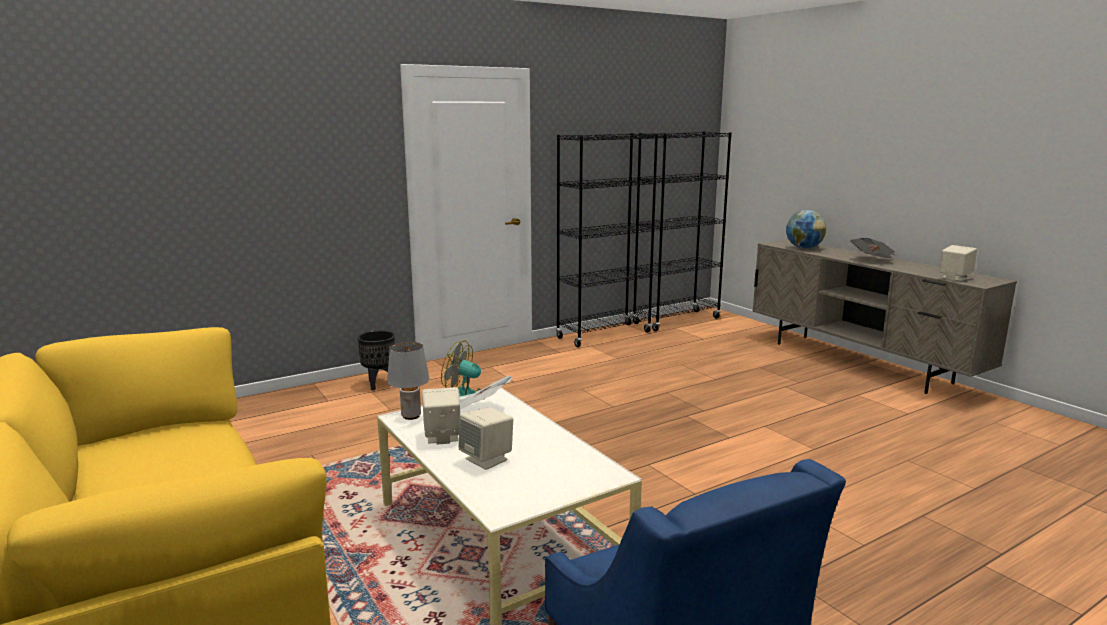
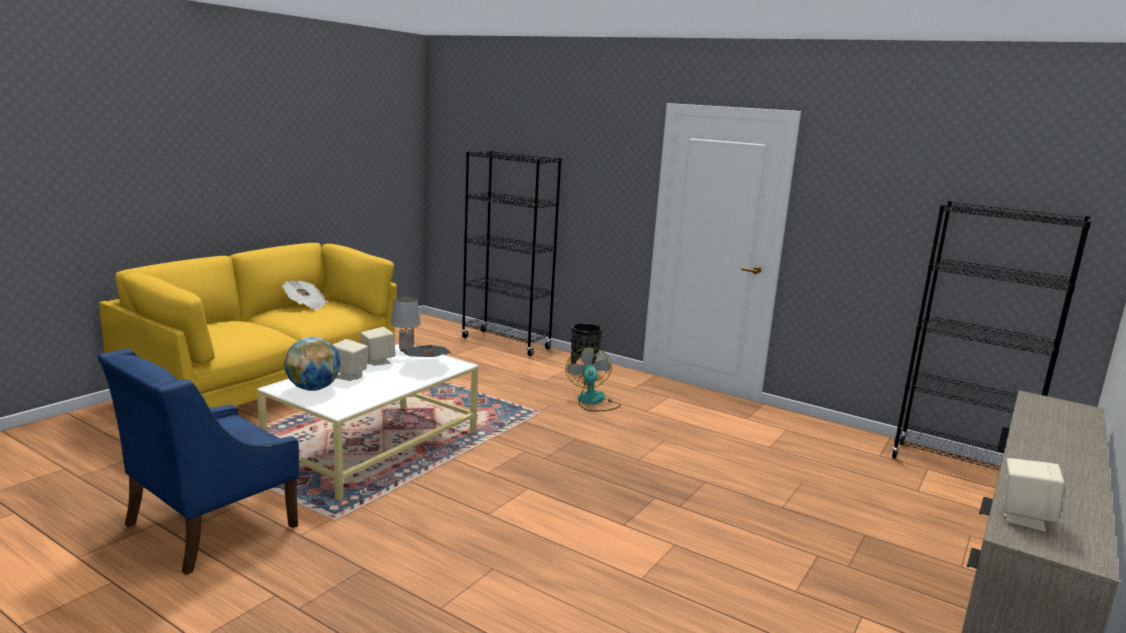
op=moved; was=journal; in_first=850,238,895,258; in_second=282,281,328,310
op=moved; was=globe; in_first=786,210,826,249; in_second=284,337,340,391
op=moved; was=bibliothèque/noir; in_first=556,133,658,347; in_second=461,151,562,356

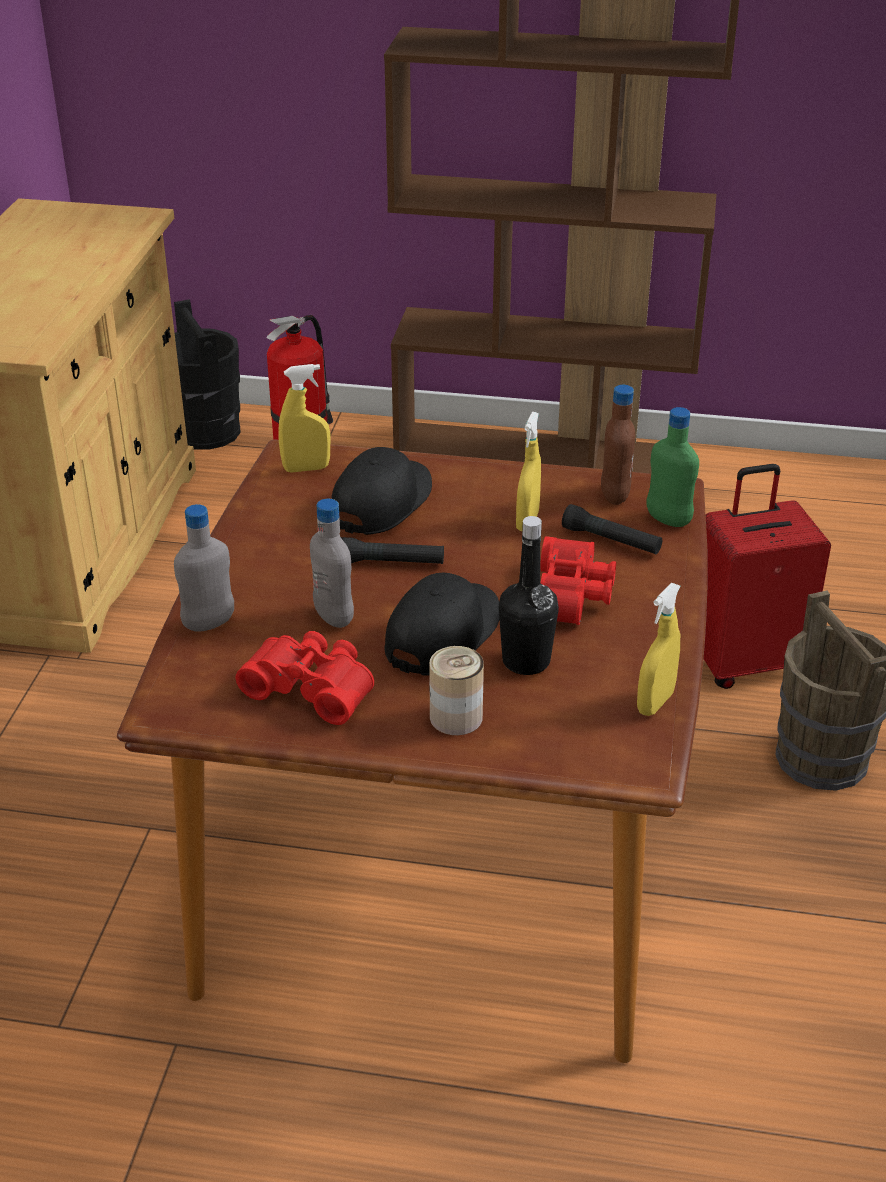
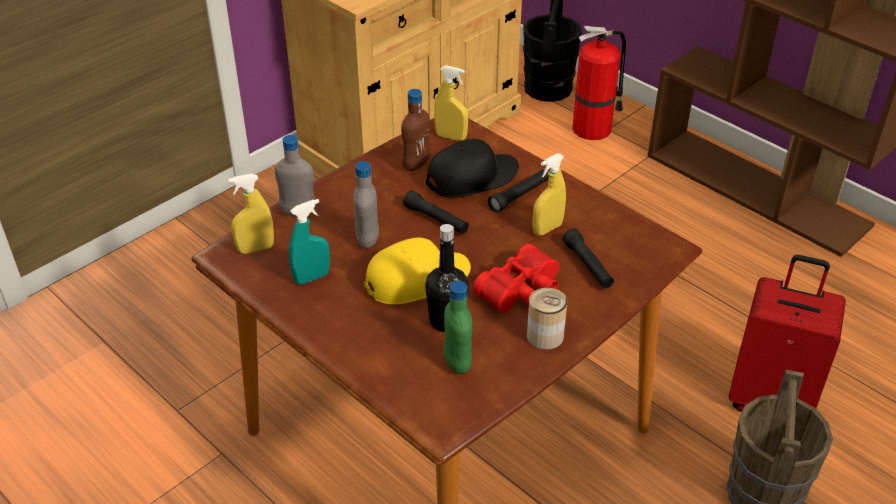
op=moved; was=vaporisateur/jaune; in_first=637,583,680,716; in_second=228,174,274,254
op=replaced; was=jumelles/rouge; now=vaporisateur/turquoise; in_first=236,631,374,725; in_second=289,199,330,285
op=recoloured; was=casquette/noir; now=casquette/jaune; in_first=384,573,499,676; in_second=364,237,471,305
op=moved; was=bouteille/marron; in_first=601,385,635,505; in_second=401,89,430,171
op=moved; was=bouteille/vert; in_first=647,407,699,527; in_second=444,281,472,374
op=added; now=lampe de poche/noir; in_second=488,170,549,213
op=moved; was=boîte métallique; in_first=429,646,484,735; in_second=527,288,567,350

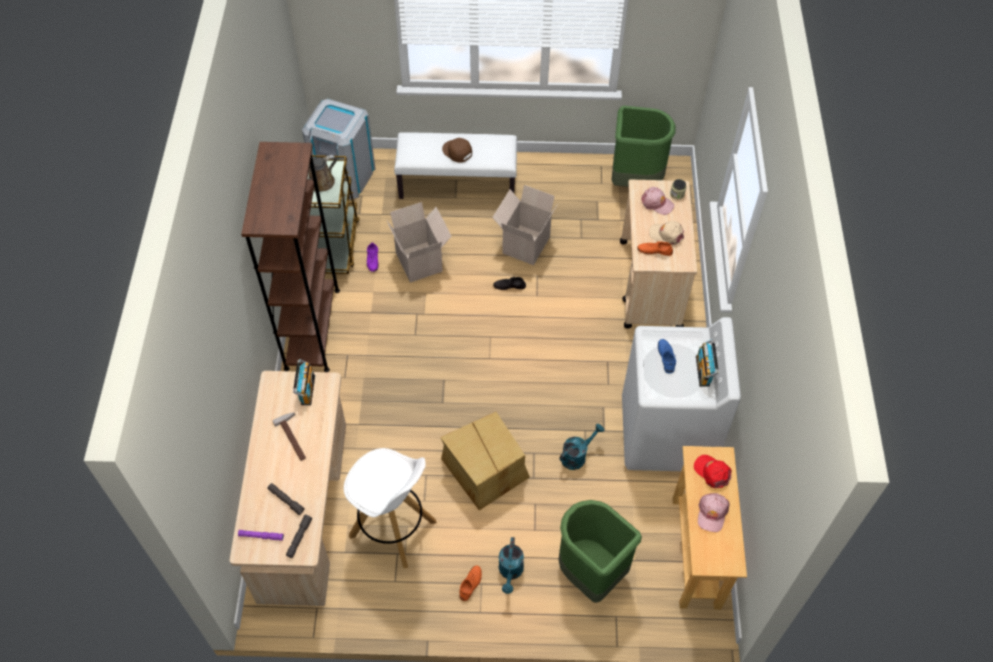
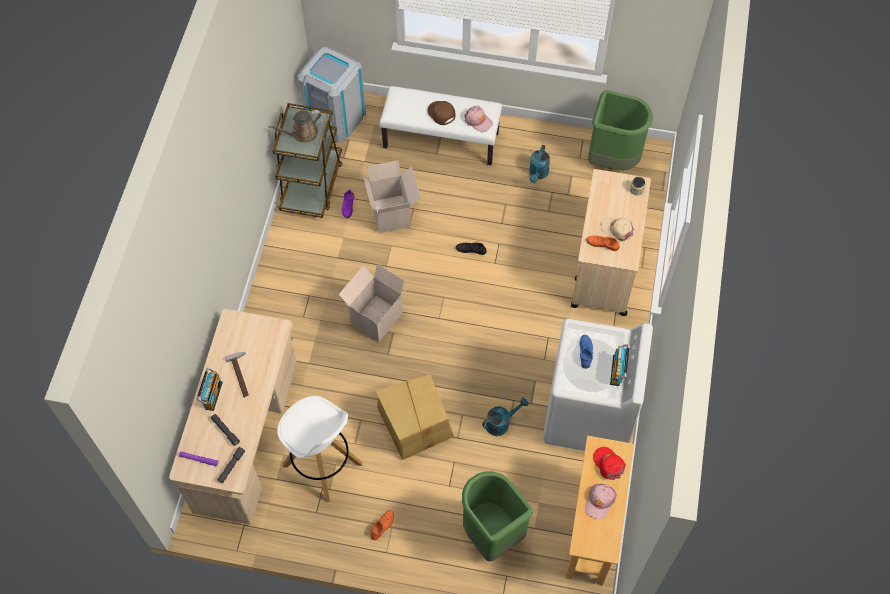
op=moved; was=radio; in_first=293,359,315,405; in_second=197,368,223,411
op=moved; was=carton; in_first=492,185,558,265; in_second=339,264,406,342
op=moved; was=casquette/rose; in_first=641,187,674,215; in_second=465,106,493,132
op=moved; was=arrosoir/turquoise; in_first=499,537,524,594; in_second=529,145,550,183
op=removed; was=bibliothèque/marron; in_first=241,142,340,372

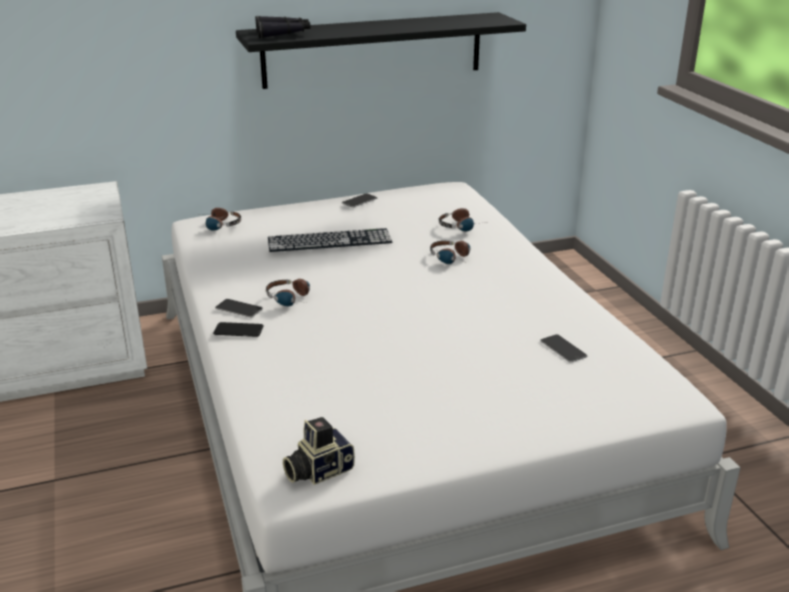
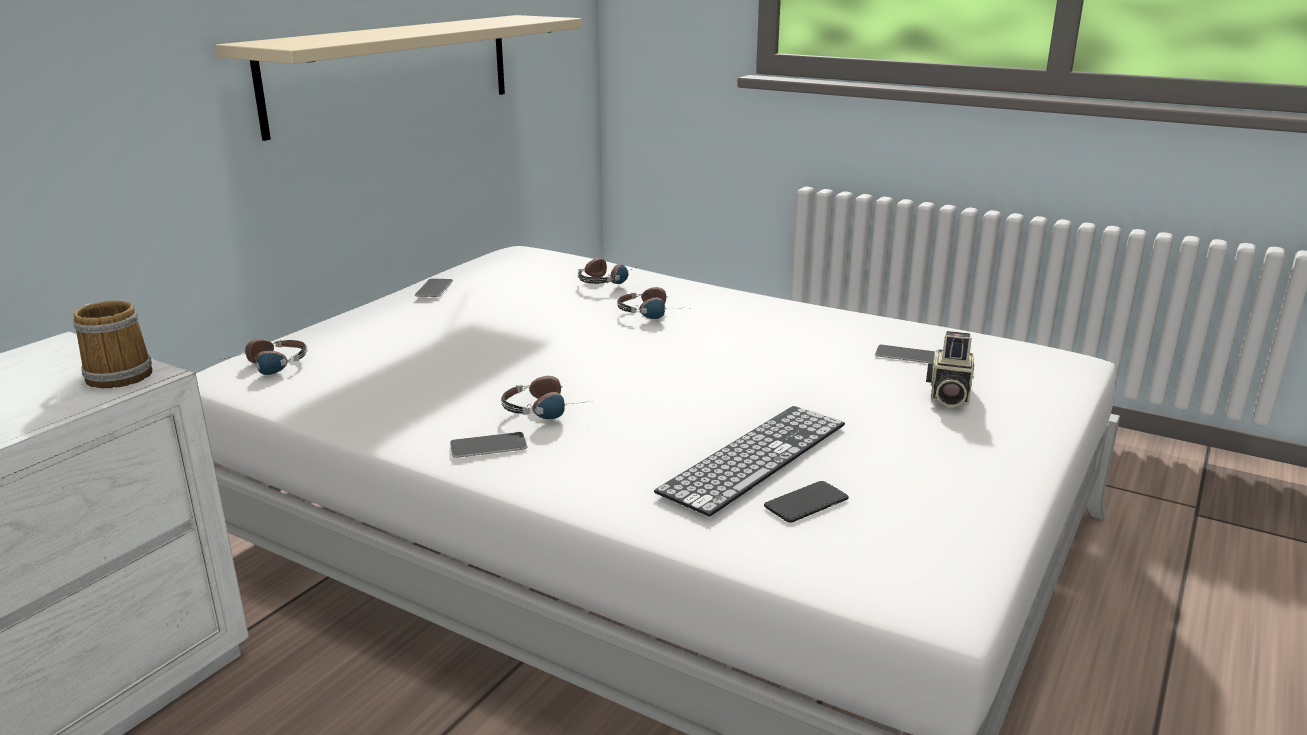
op=added; now=mug; in_second=73,300,152,388
op=recoloured; was=étagère/noir; now=étagère/beige; in_first=236,12,526,89; in_second=216,15,582,141
op=moved; was=clavier; in_first=268,228,392,252; in_second=654,406,845,517
op=moved; was=téléphone; in_first=213,322,264,337; in_second=764,481,849,522
op=moved; was=appareil photo; in_first=283,417,355,485; in_second=926,331,974,407
op=removed; was=jumelles/noir; in_first=255,16,311,38

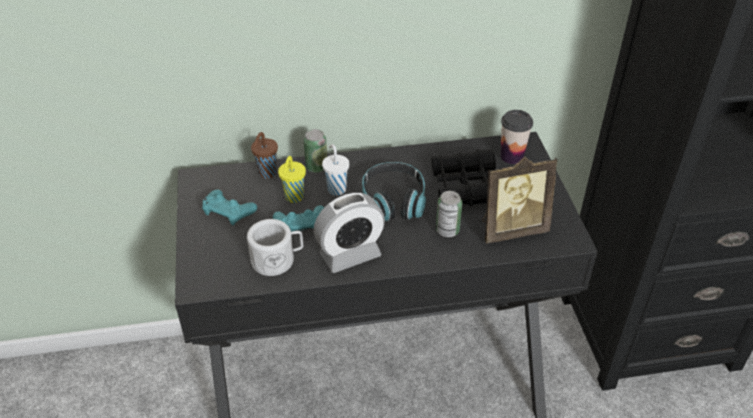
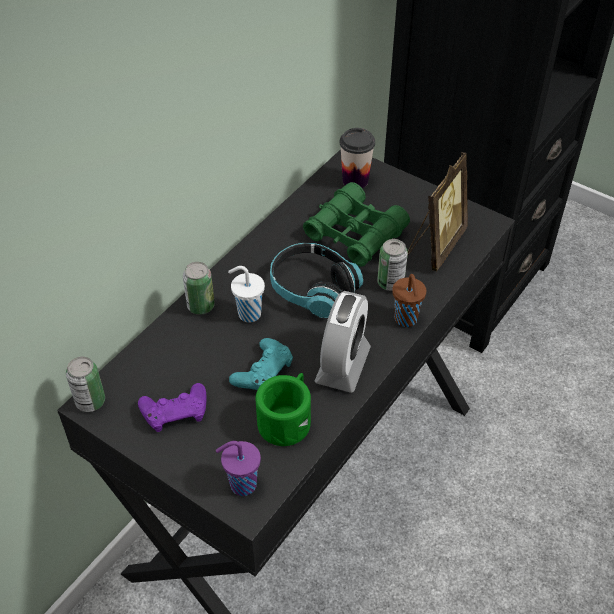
op=added; now=boîte métallique; in_second=66,357,105,412
op=recoloured; was=manette/turquoise; now=manette/violet; in_first=202,190,257,225; in_second=138,383,207,432
op=added; now=tasse/violet; in_second=216,441,261,496
op=recoloured; was=mug/blanc; now=mug/vert; in_first=247,219,303,276; in_second=255,373,311,446
op=recoloured; was=jumelles/noir; now=jumelles/vert; in_first=431,149,496,206; in_second=303,182,410,267
op=moved; was=tasse/marron; in_first=251,132,278,179; in_second=393,274,426,327
op=removed; was=tasse/jaune; in_first=278,156,306,203

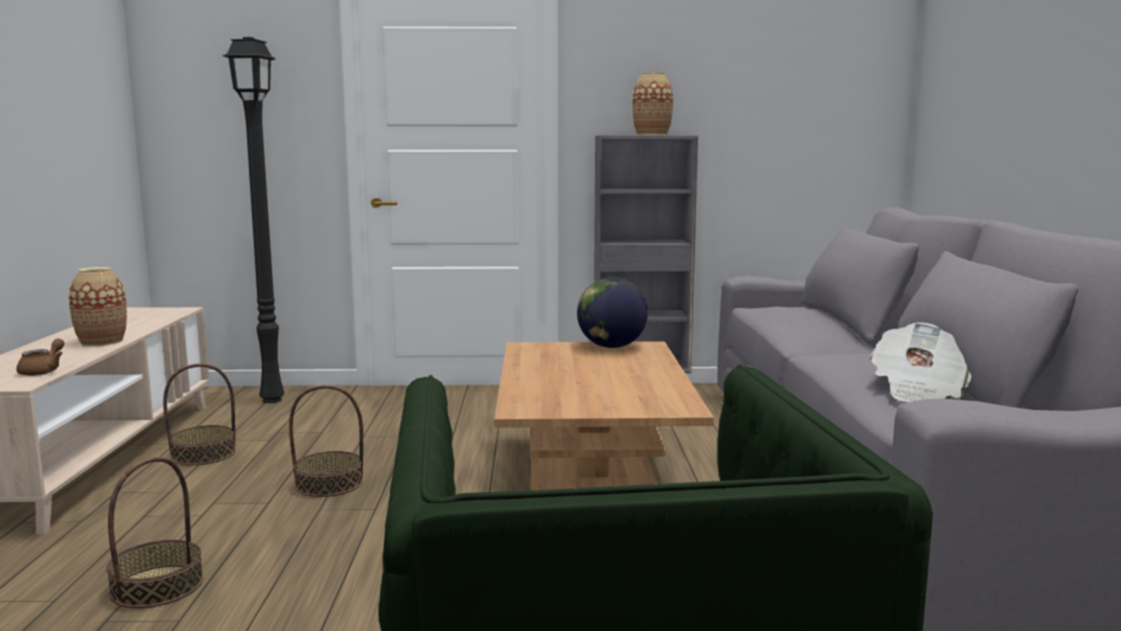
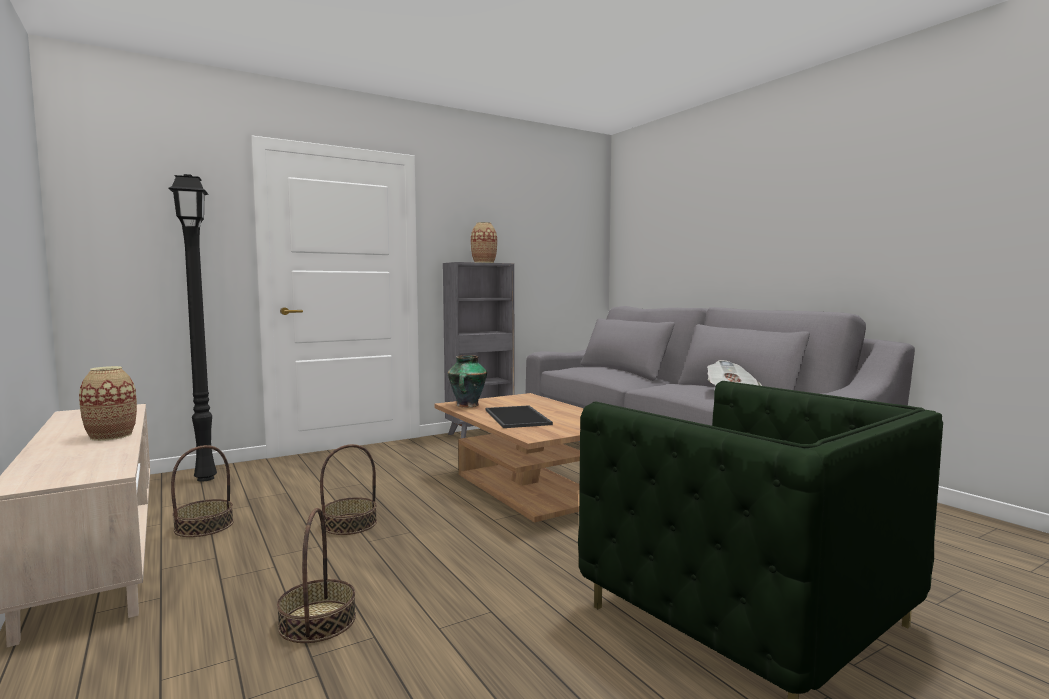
op=added; now=vase; in_second=447,355,487,407
op=added; now=plateau; in_second=485,405,553,428
op=removed; was=théière/marron; in_first=16,338,65,376
op=removed; was=globe; in_first=577,277,648,348

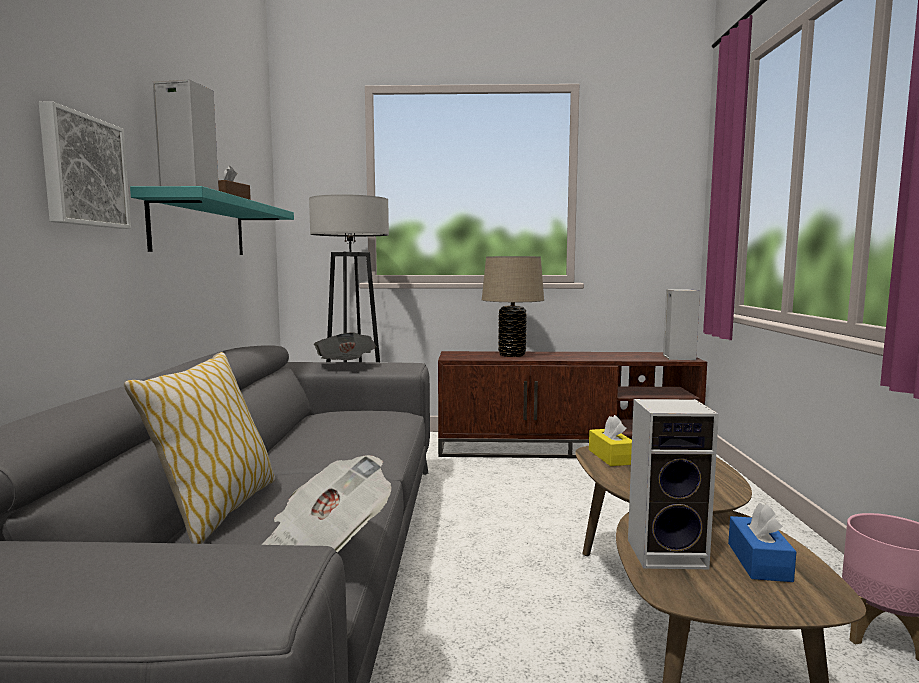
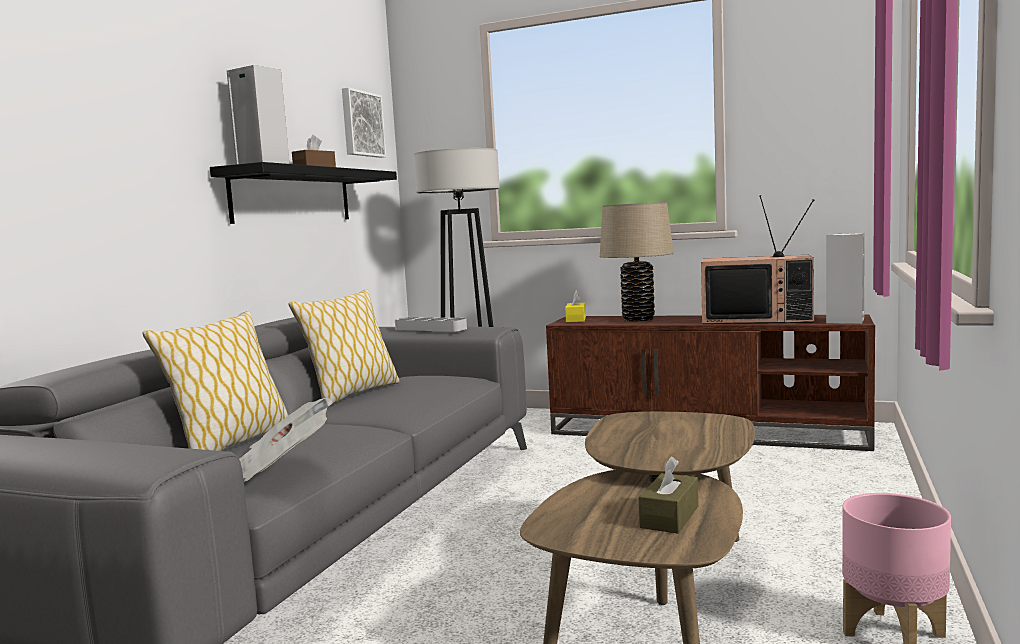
op=recoloured; was=étagère/turquoise; now=étagère/noir; in_first=130,186,294,255; in_second=210,162,397,224
op=added; now=coussin; in_second=288,289,400,403
op=moved; was=tableau; in_first=39,101,131,229; in_second=342,87,386,158
op=replaced; was=journal; now=plateau/gris; in_first=314,332,377,360; in_second=395,317,467,332
op=moved; was=boîte à mouchoirs/jaune; in_first=589,415,632,466; in_second=565,291,586,322
op=recoloured; was=boîte à mouchoirs/bleu; now=boîte à mouchoirs/marron; in_first=728,503,796,582; in_second=638,457,698,534
op=added; now=téléviseur; in_second=701,195,814,324
op=removed; was=enceinte; in_first=628,399,719,569

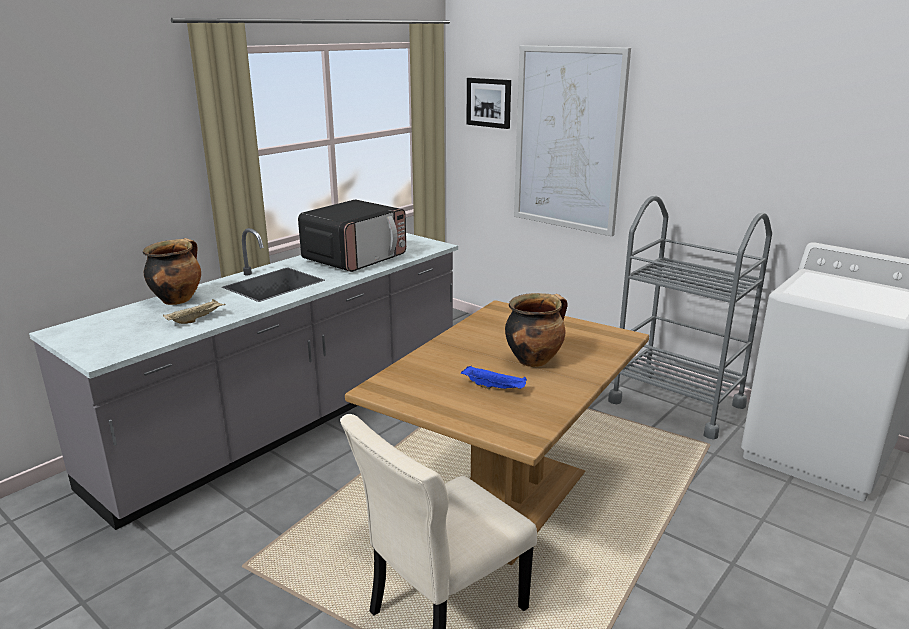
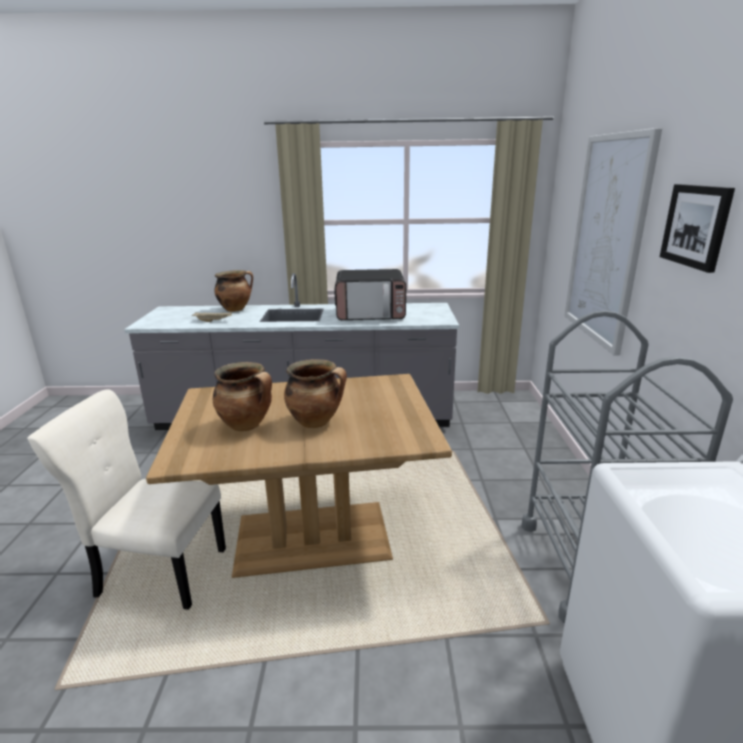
op=replaced; was=plateau/bleu; now=marmite; in_first=461,365,527,389; in_second=213,362,272,431
op=moved; was=tableau; in_first=467,78,511,129; in_second=660,184,735,273

